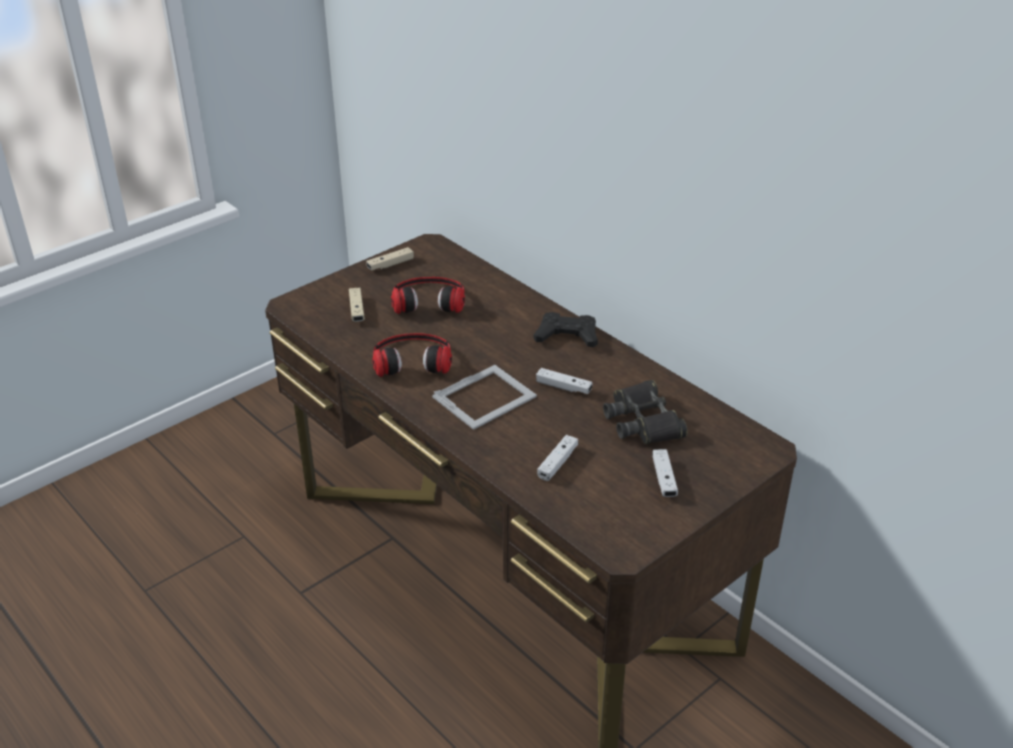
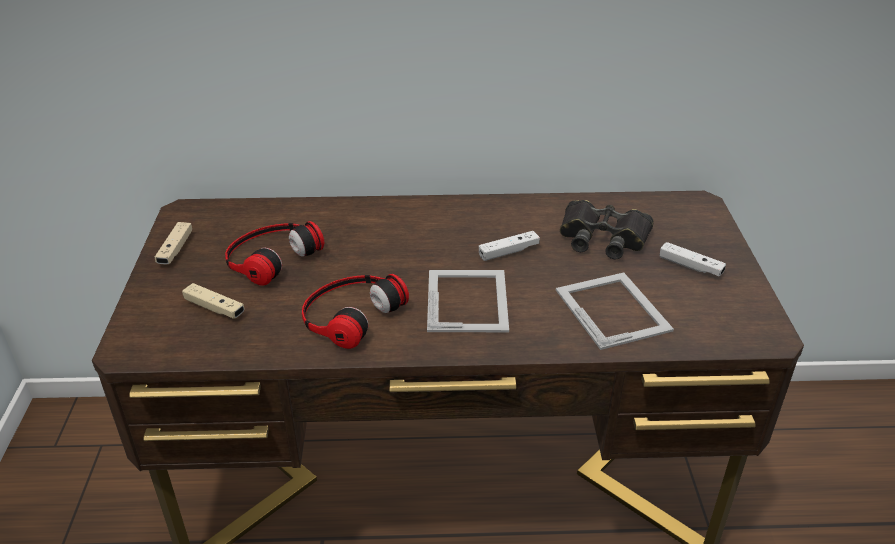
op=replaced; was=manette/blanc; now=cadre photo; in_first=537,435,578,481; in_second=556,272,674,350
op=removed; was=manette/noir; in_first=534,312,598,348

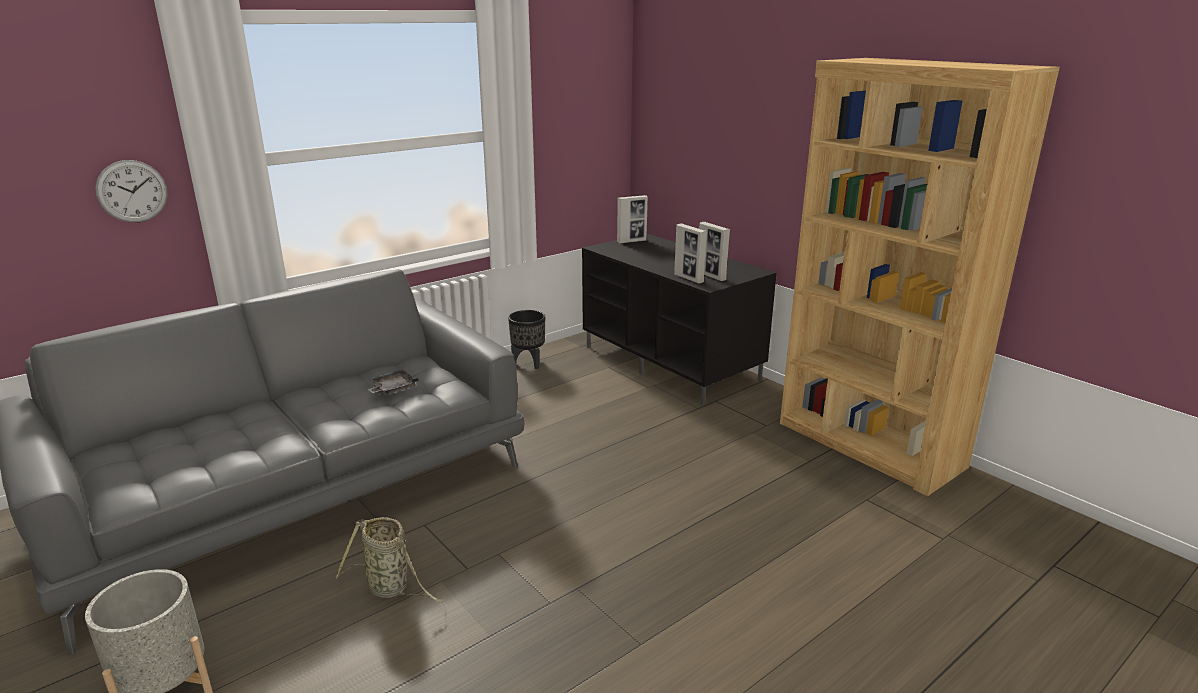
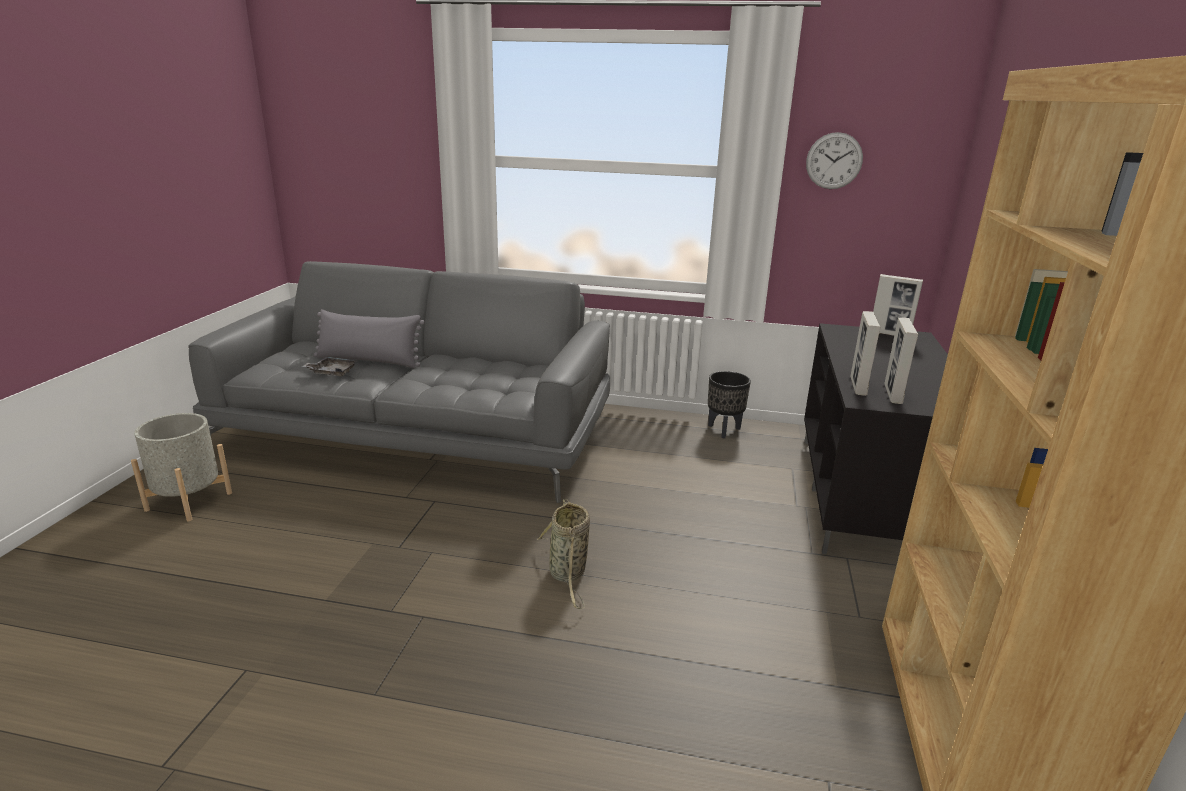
op=moved; was=plateau/gris; in_first=367,369,419,395; in_second=302,357,358,376
op=added; now=coussin/gris; in_second=314,309,425,368
op=moved; was=panier; in_first=336,517,443,603; in_second=537,499,590,609
op=moved; was=horloge murale; in_first=95,160,168,223; in_second=806,132,863,189

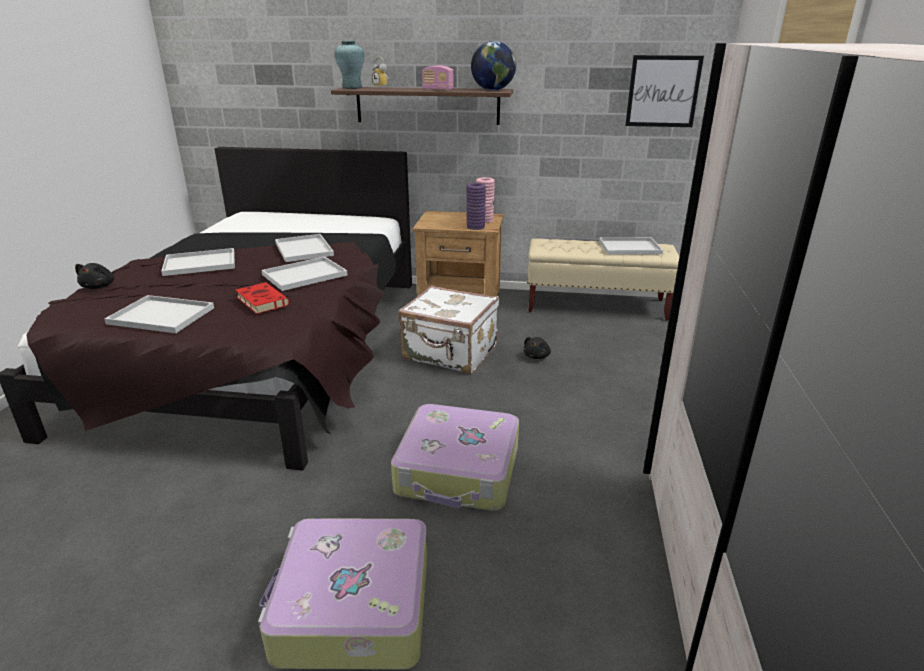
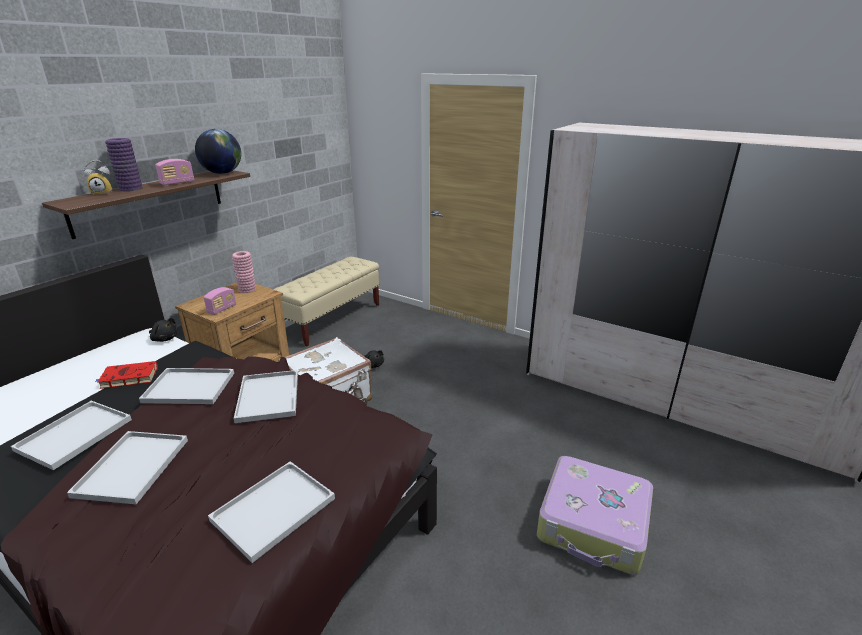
op=moved; was=plateau/blanc; in_first=599,237,663,255; in_second=11,401,132,470
op=moved; was=livre/rouge; in_first=236,282,289,314; in_second=95,361,158,389
op=moved; was=vase/violet; in_first=466,183,486,230; in_second=105,138,142,192
op=moved; was=peluche/noir; in_first=75,263,114,289; in_second=149,318,178,342
op=added; now=radio; in_second=204,287,236,315
op=removed; was=vase/turquoise; in_first=334,40,364,89
op=removed; was=valise; in_first=391,404,519,511
op=removed; was=tableau; in_first=625,55,704,127

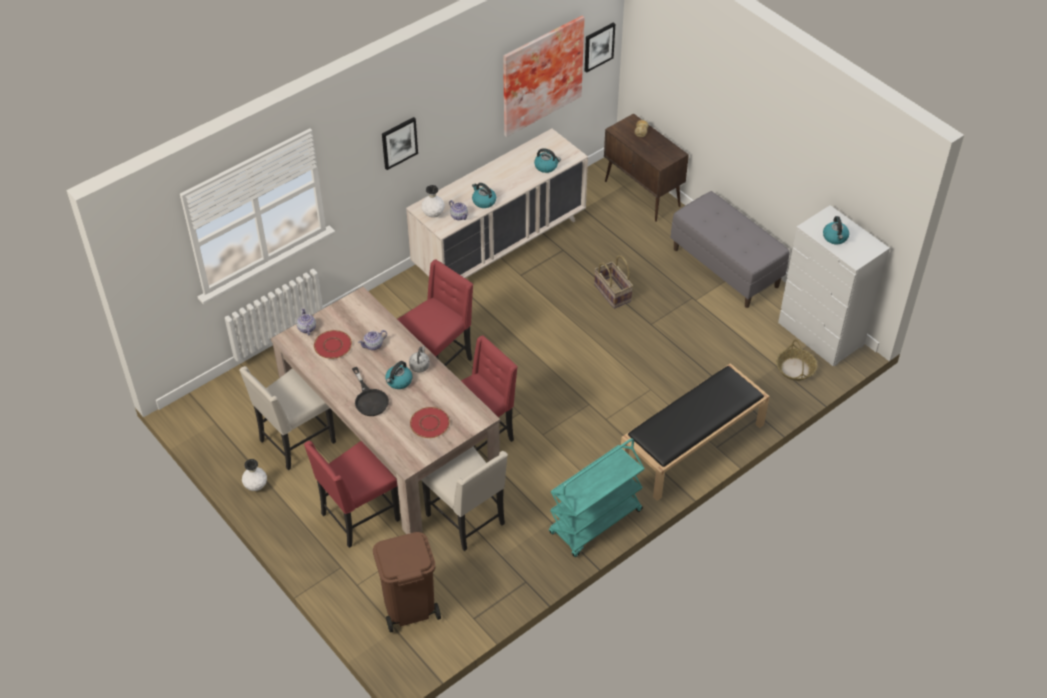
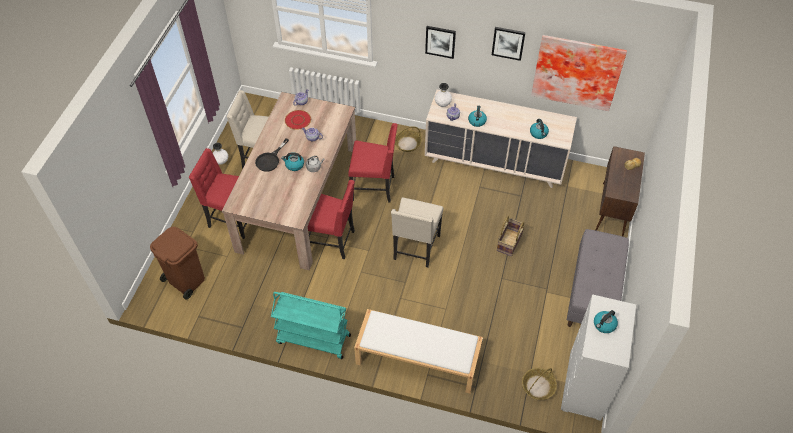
op=recoloured; was=banc/noir; now=banc/blanc; in_first=621,363,770,501; in_second=354,309,483,393
op=moved; was=chaise/beige; in_first=421,447,508,551; in_second=391,198,443,267
op=added; now=panier; in_second=395,126,422,152
op=moved; was=tableau; in_first=585,23,615,73; in_second=492,27,526,61
op=removed; was=assiette/rouge; in_first=410,407,450,438

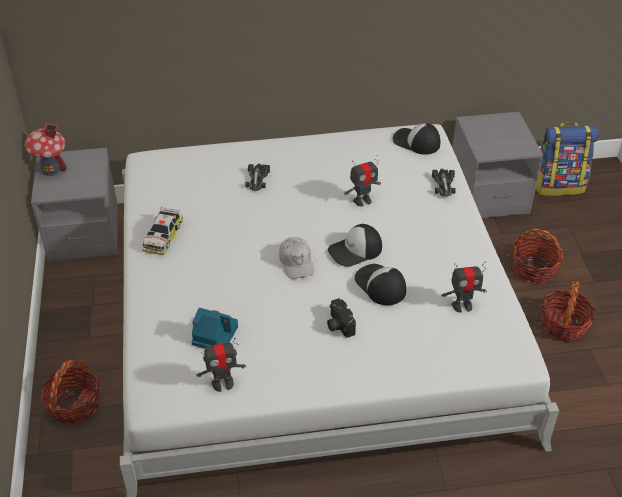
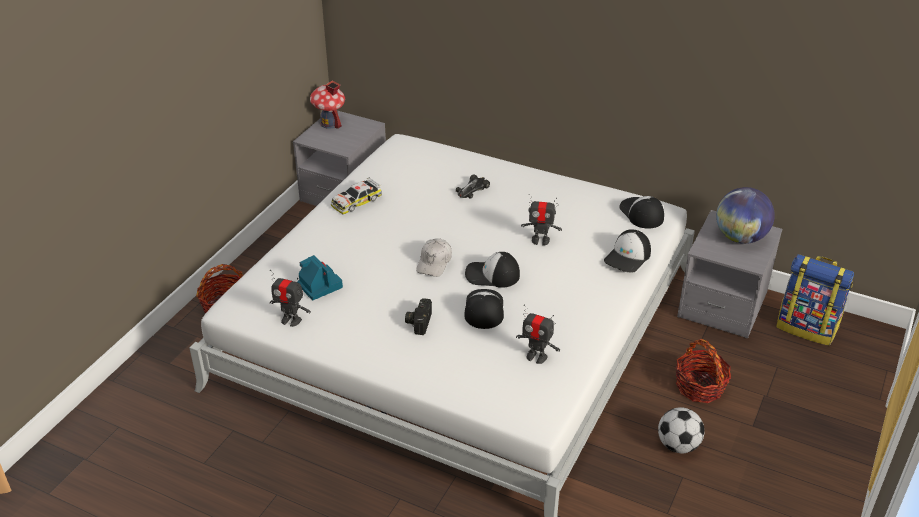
op=replaced; was=petite voiture; now=casquette; in_first=432,169,456,197; in_second=604,229,651,273
op=replaced; was=panier; now=ballon de foot; in_first=541,281,596,342; in_second=658,407,704,453
op=added; now=globe; in_second=716,187,775,244

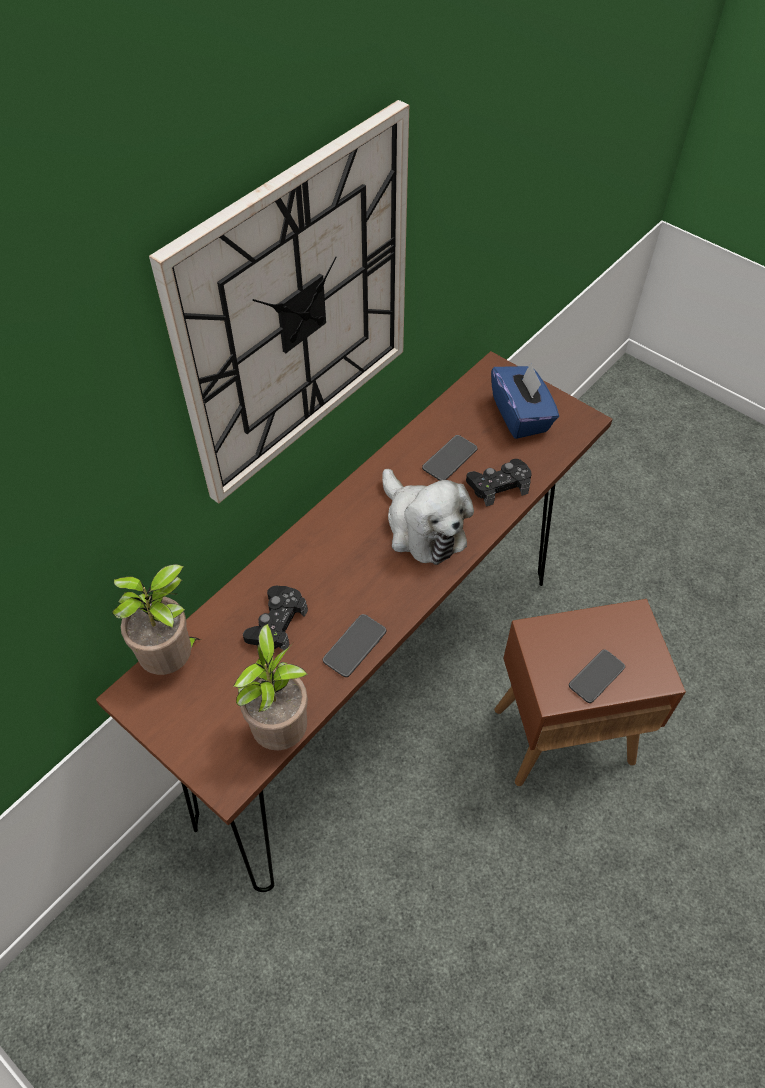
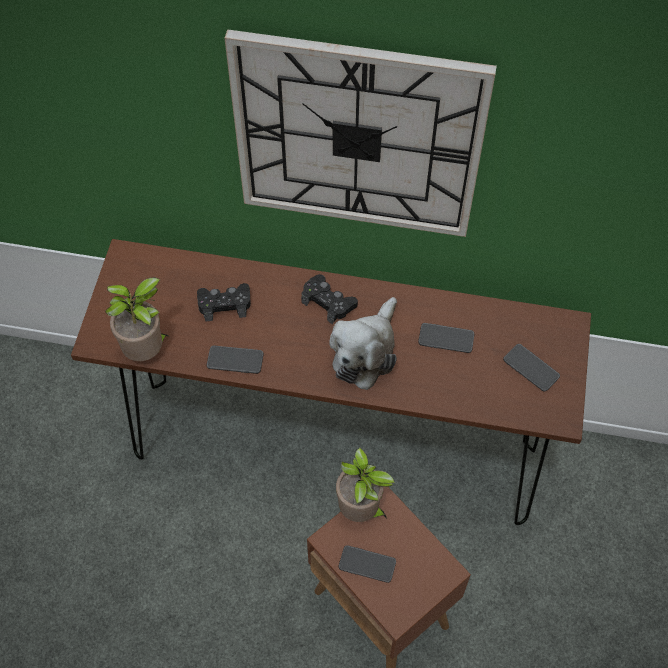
op=moved; was=manette/noir; in_first=466,459,532,507; in_second=301,274,358,324
op=moved; was=plante en pot; in_first=113,564,201,675; in_second=336,447,395,522
op=replaced; was=boîte à mouchoirs/bleu; now=téléphone; in_first=491,363,559,439; in_second=503,344,560,391

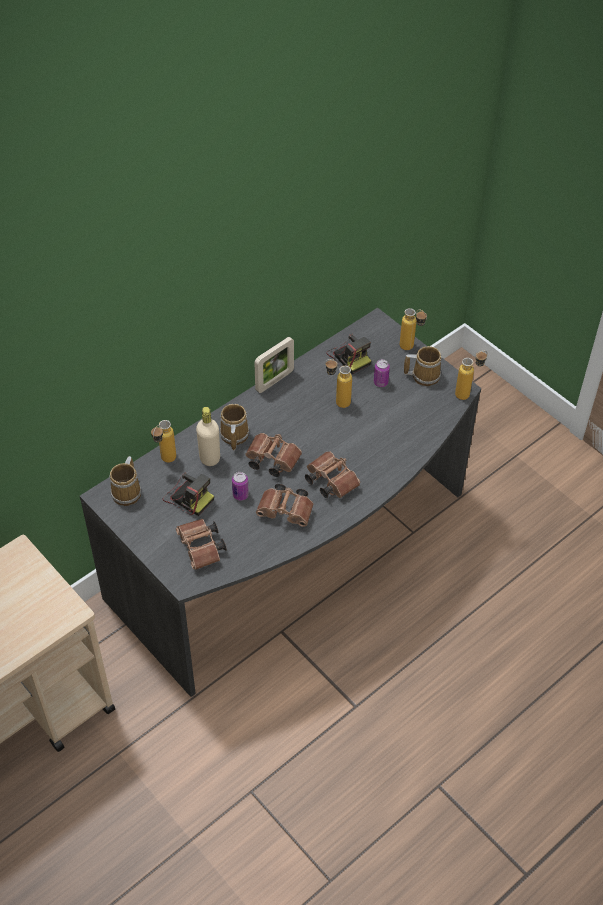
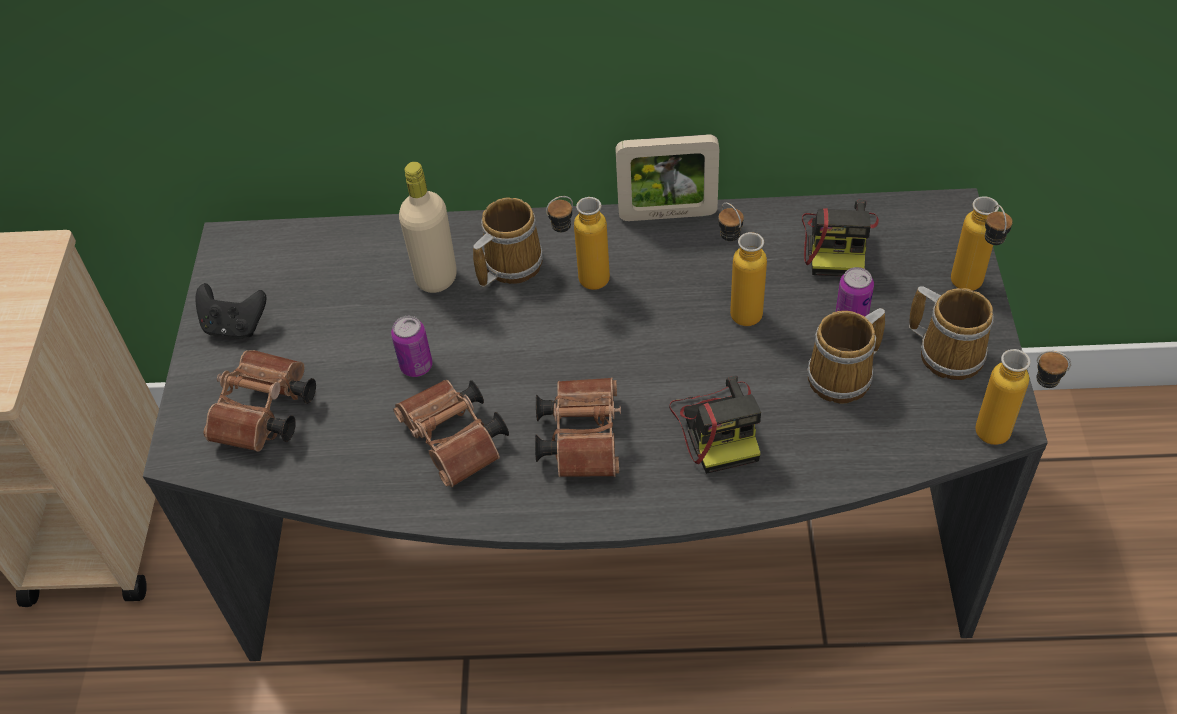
op=added; now=manette/noir; in_second=195,283,267,339
op=moved; was=bouteille; in_first=151,420,176,463; in_second=546,196,610,290
op=moved; was=appareil photo; in_first=163,472,214,516; in_second=669,376,761,474
op=moved; was=mug; in_first=109,456,141,506; in_second=807,308,885,403
op=removed; was=jumelles/marron; in_first=245,433,302,477

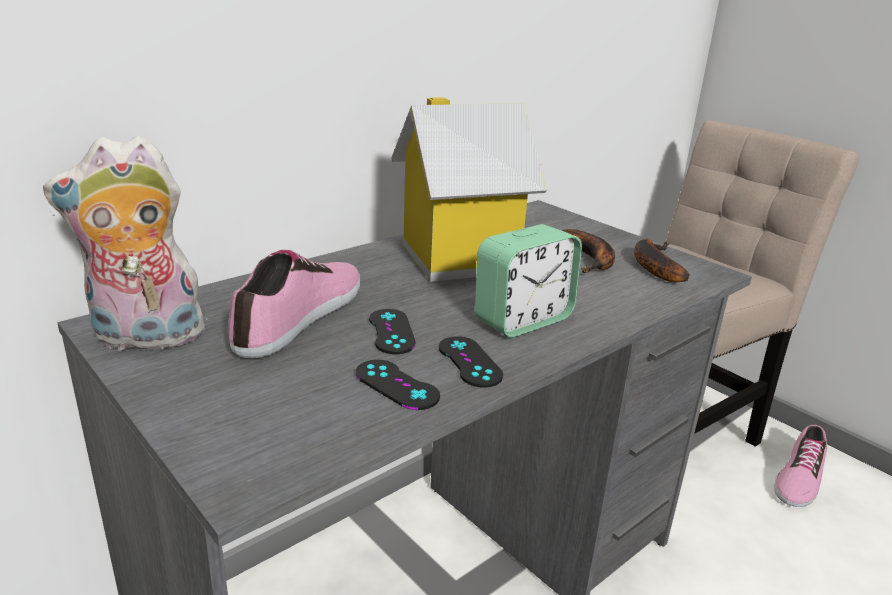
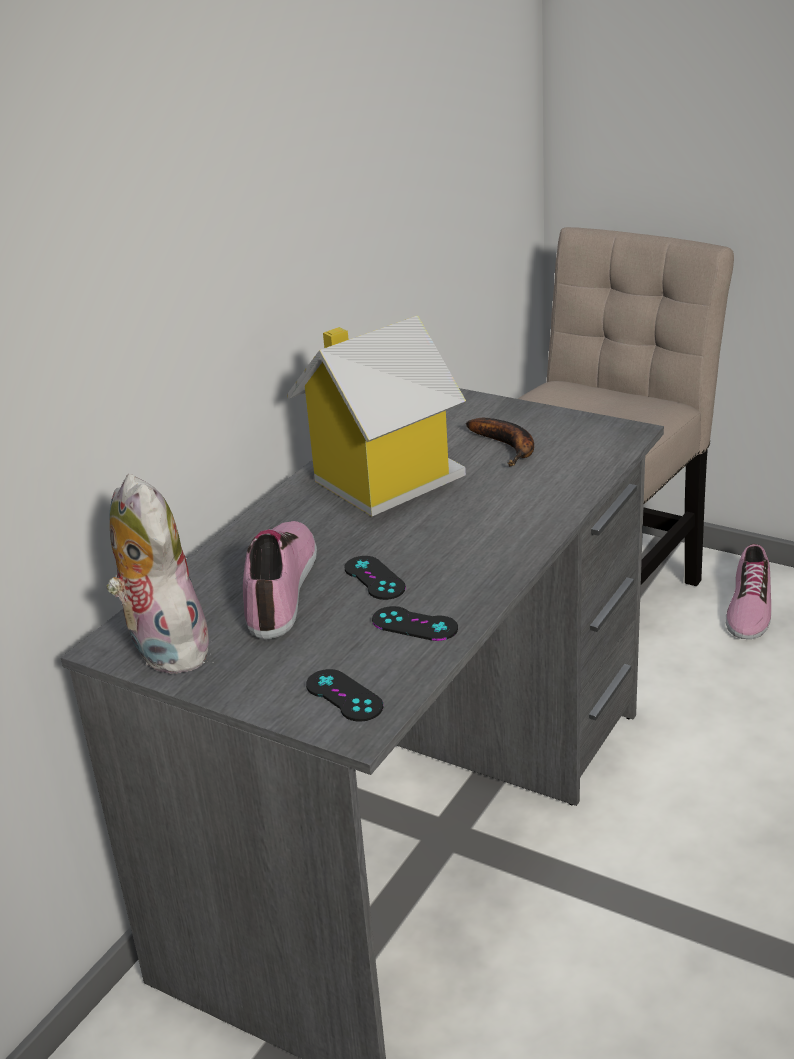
op=turned; was=peluche; in_first=43,135,212,351; in_second=106,474,211,674; clockwise=90
op=moved; was=manette/noir; in_first=439,336,503,388; in_second=306,669,383,722
op=removed; was=réveil; in_first=475,224,582,337
op=removed; was=banane; in_first=634,239,690,282

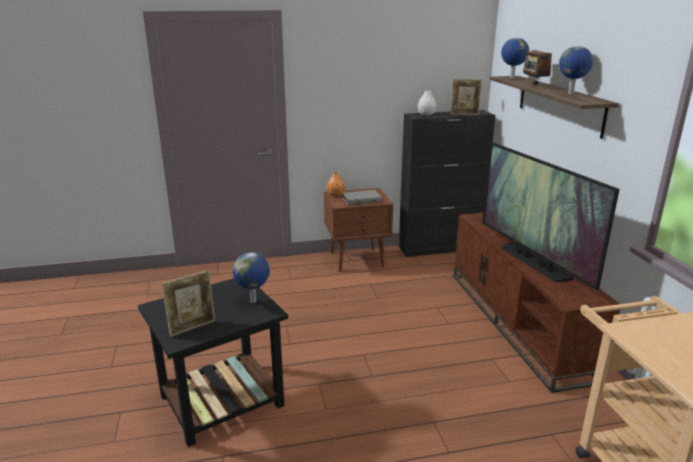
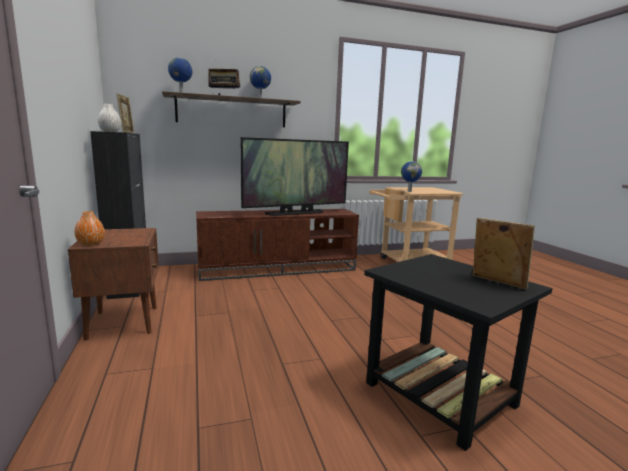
op=moved; was=globe; in_first=233,252,270,303; in_second=401,161,422,192
op=removed; was=livre/gris; in_first=342,190,382,205

